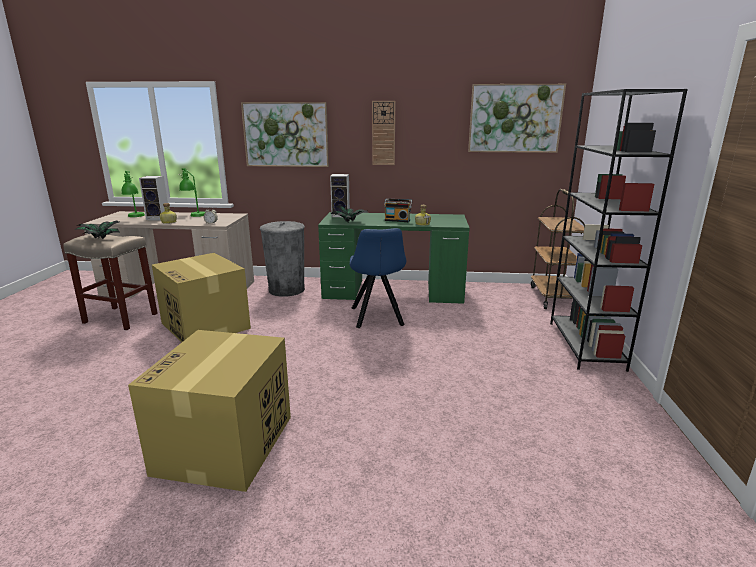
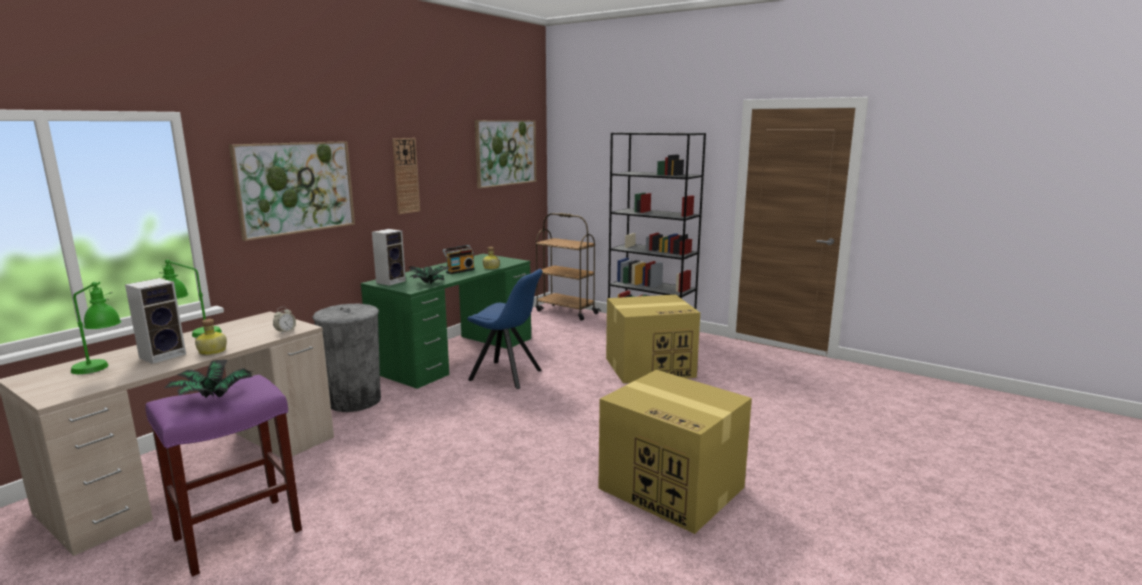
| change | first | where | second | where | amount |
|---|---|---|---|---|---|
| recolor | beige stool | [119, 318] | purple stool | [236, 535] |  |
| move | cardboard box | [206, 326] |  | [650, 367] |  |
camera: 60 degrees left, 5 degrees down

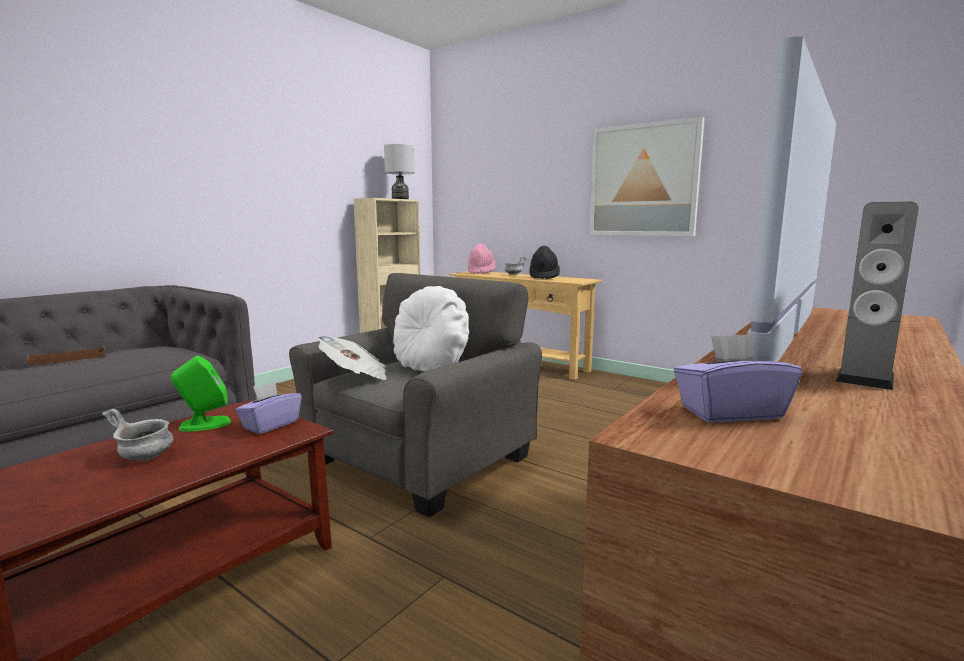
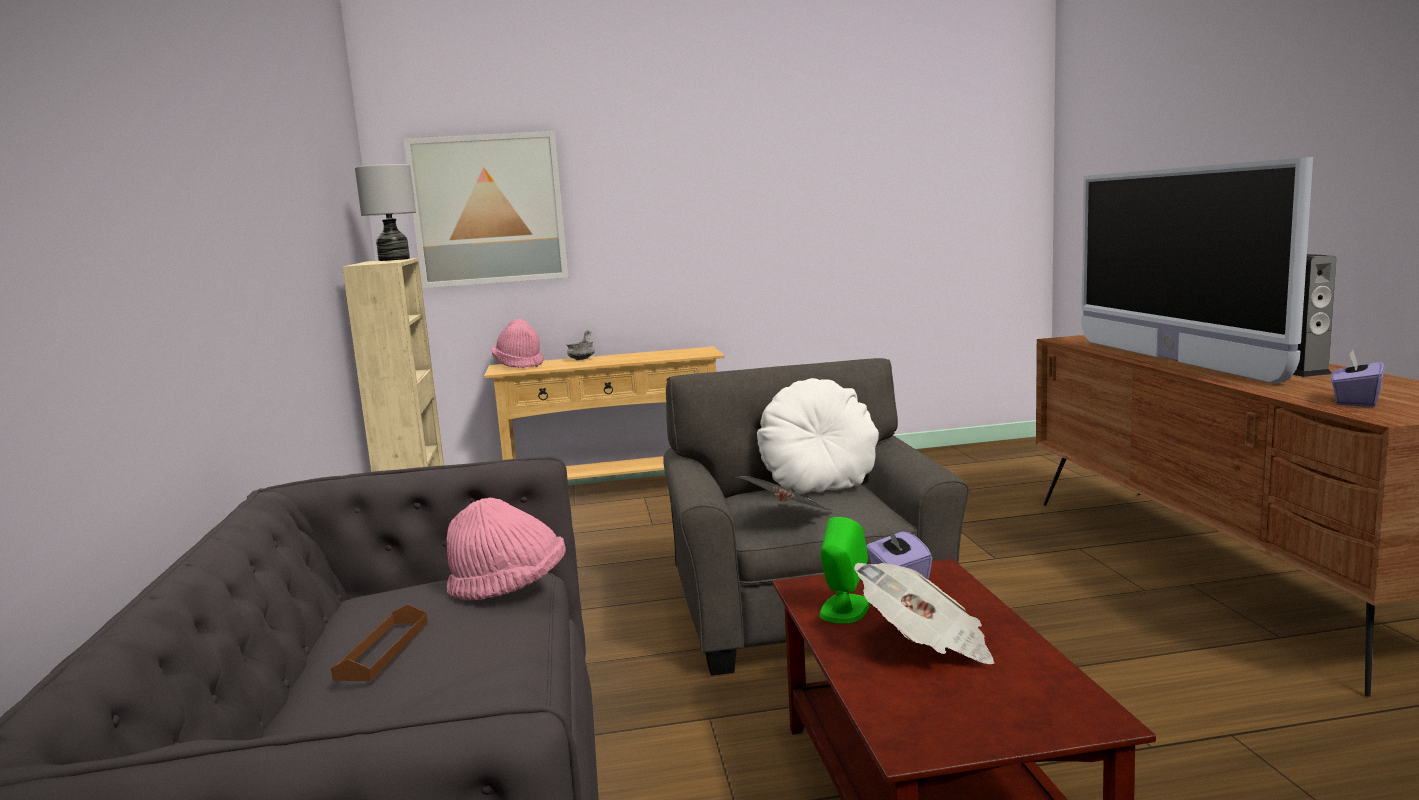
| change | first | where | second | where | amount |
|---|---|---|---|---|---|
| move | picture | [643, 180] |  | [488, 210] |  |
| insert |  |  | pink hat | [510, 589] |  |
| replace | grey bowl | [144, 457] | newspaper | [926, 645] |  |
| delete | black hat | [544, 277] |  |  |  |
camera: 45 degrees left, 0 degrees up

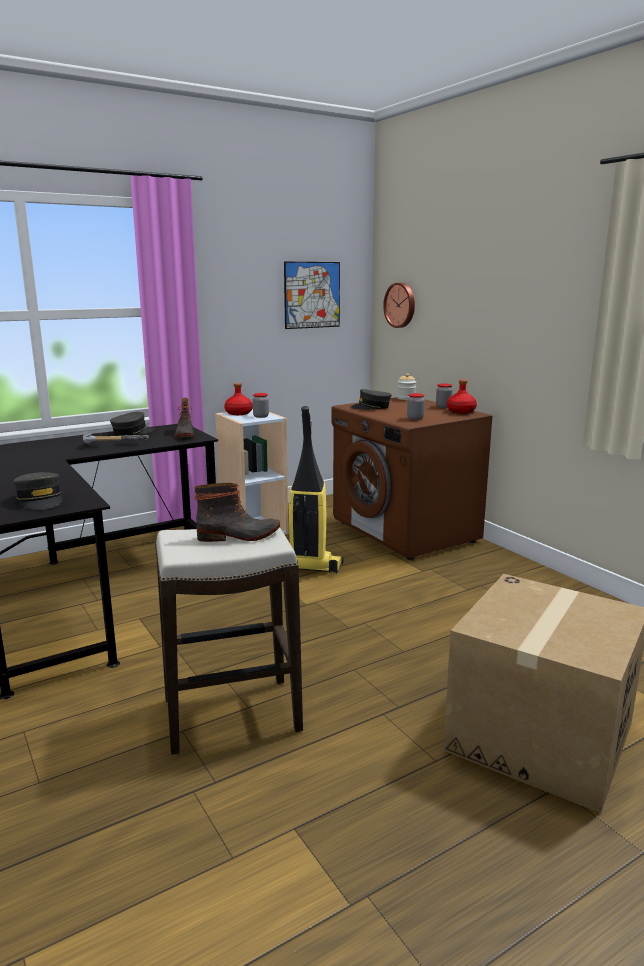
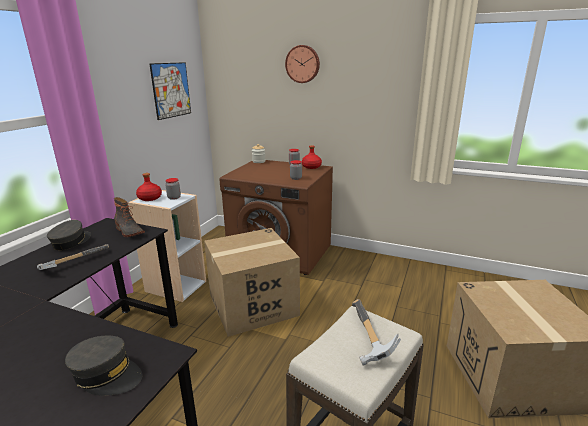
| change | first | where | second | where | amount |
|---|---|---|---|---|---|
| replace | vacuum cleaner | [310, 567] | cardboard box | [253, 305] |  |
| move | wall clock | [400, 305] |  | [303, 64] |  |
| replace | boot | [239, 536] | hammer | [365, 337] |  |
| delete | grey cap | [371, 407] |  |  |  |
camera: 35 degrees left, 5 degrees up

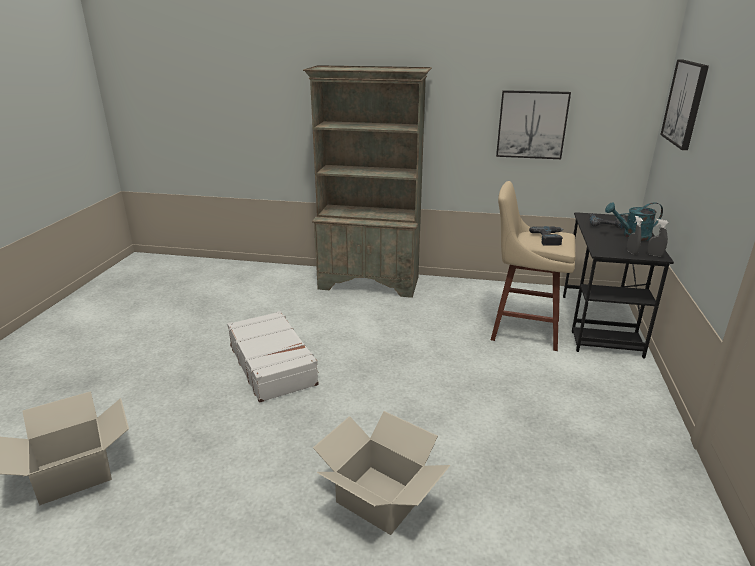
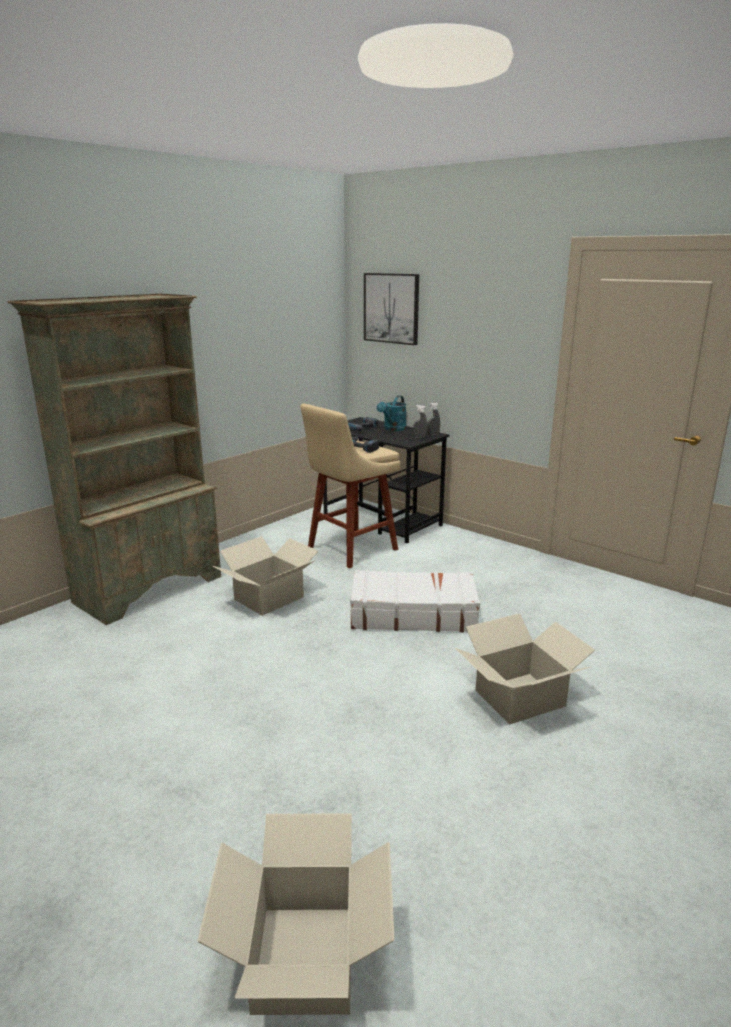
| change | first | where | second | where | amount |
|---|---|---|---|---|---|
| insert |  |  | cardboard box | [269, 598] |  |
| move | white suitcase | [273, 364] |  | [413, 614] |  |
| delete | picture | [532, 124] |  |  |  |
camera: 60 degrees left, 5 degrees down

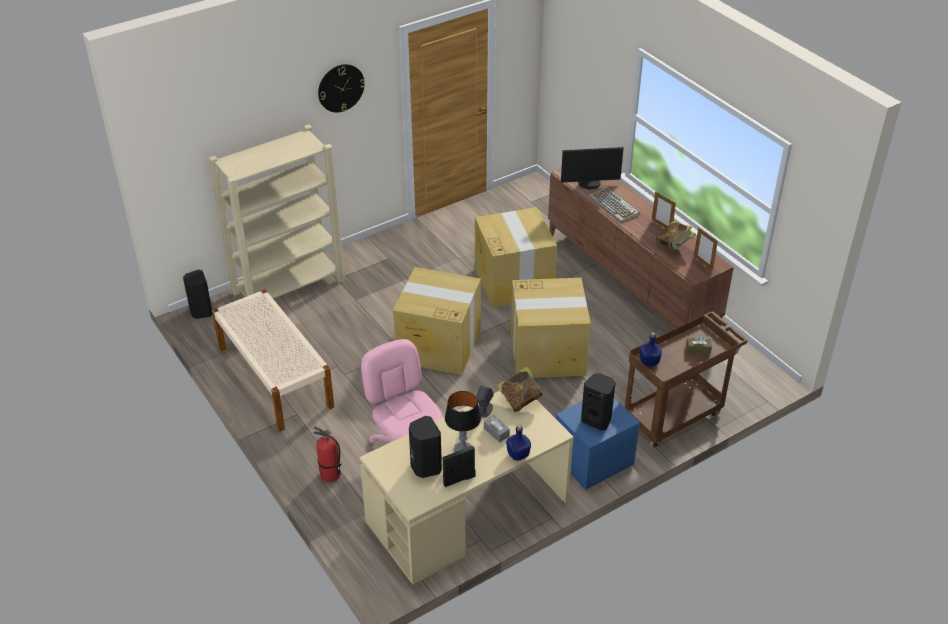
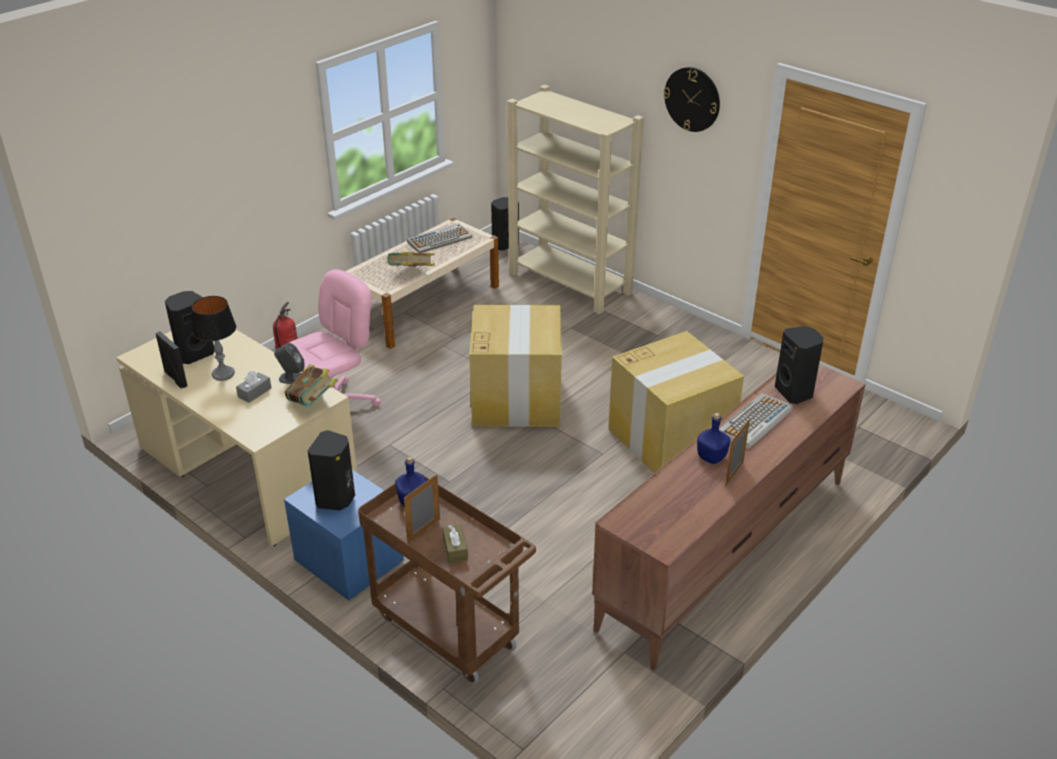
| change | first | where | second | where | amount |
|---|---|---|---|---|---|
| move | book | [674, 246] |  | [411, 273] |  |
| move | picture frame | [703, 263] |  | [424, 531] |  |
| insert |  |  | keyboard | [440, 239] |  |
| move | blue bottle | [517, 455] |  | [711, 457] |  |
| replace | monitor | [589, 184] | black speaker | [795, 392] |  |
| delete | cardboard box | [548, 353] |  |  |  |
camera: 75 degrees right, 5 degrees down

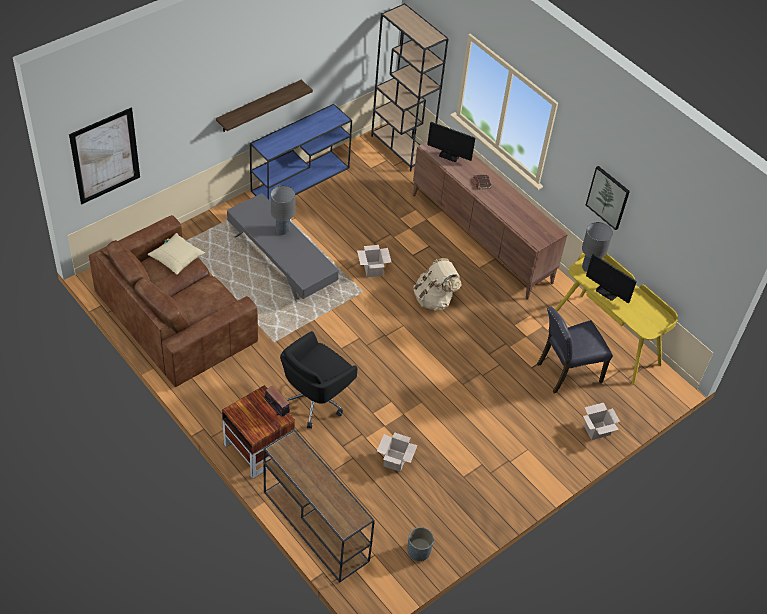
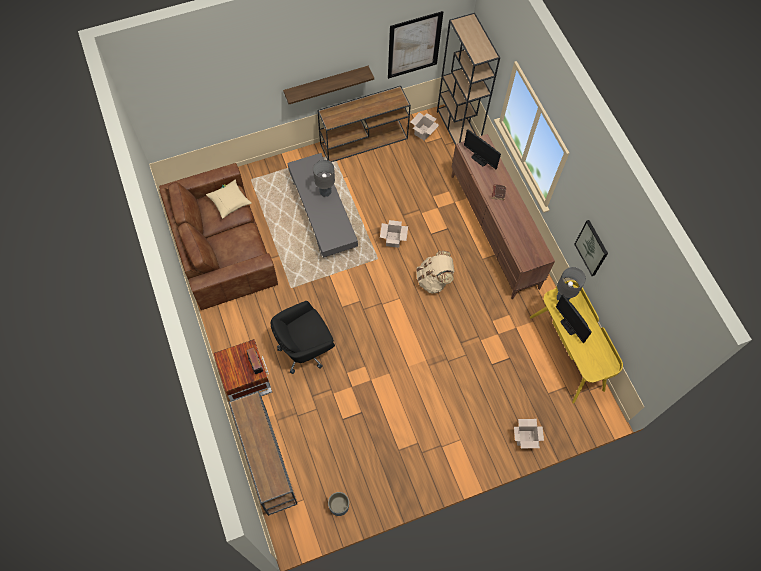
| change | first | where | second | where | amount |
|---|---|---|---|---|---|
| recolor | blue console table | [301, 179] | brown console table | [364, 140] |  |
| move | picture | [105, 156] |  | [414, 45] |  |
| move | cardboard box | [395, 461] |  | [423, 133] |  |
| delete | grey chair | [567, 372] |  |  |  |
camera: 20 degrees right, 15 degrees up

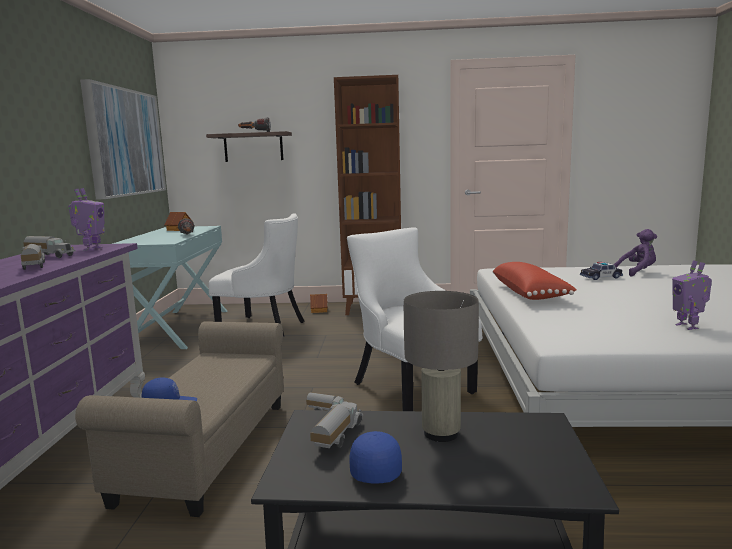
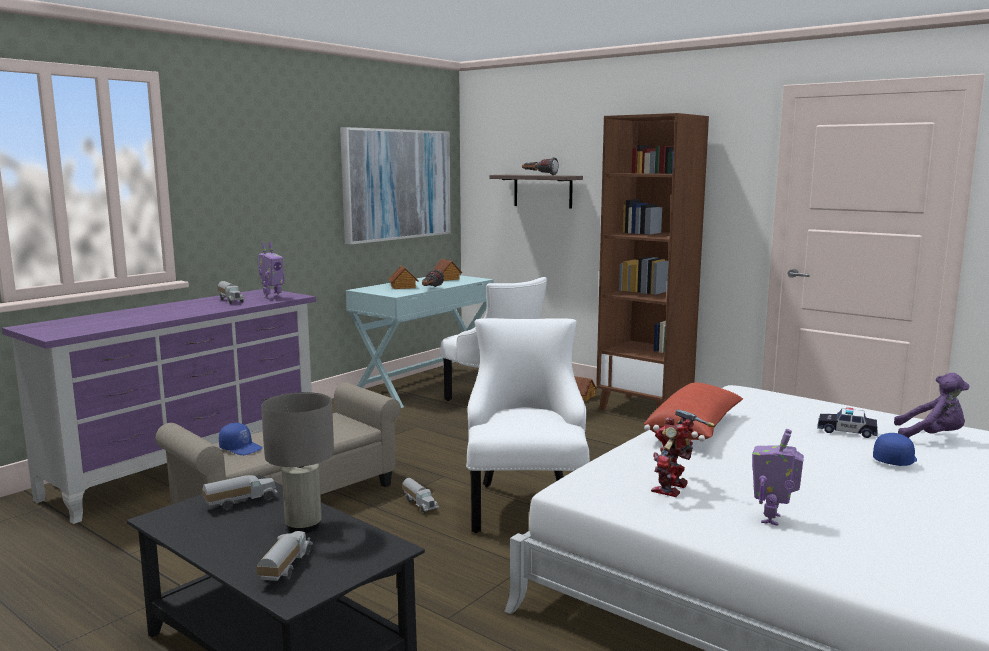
| change | first | where | second | where | amount |
|---|---|---|---|---|---|
| move | toy truck | [33, 266] |  | [284, 568] |  |
| insert |  |  | toy house | [403, 287] |  |
| insert |  |  | toy robot | [673, 489] |  |
| move | blue cap | [376, 467] |  | [894, 460] |  |
camera: 35 degrees right, 0 degrees up

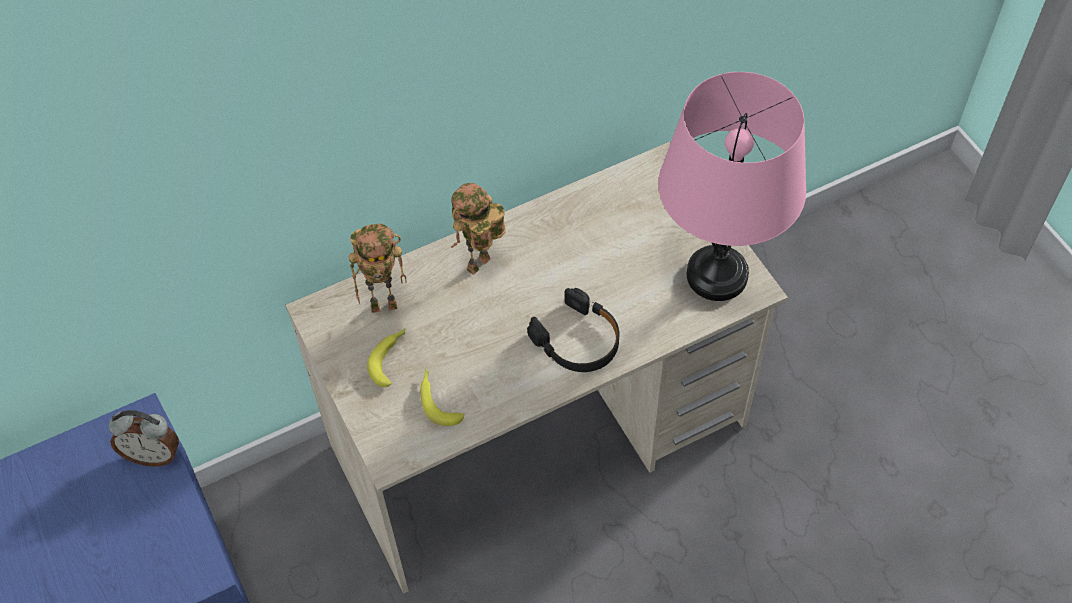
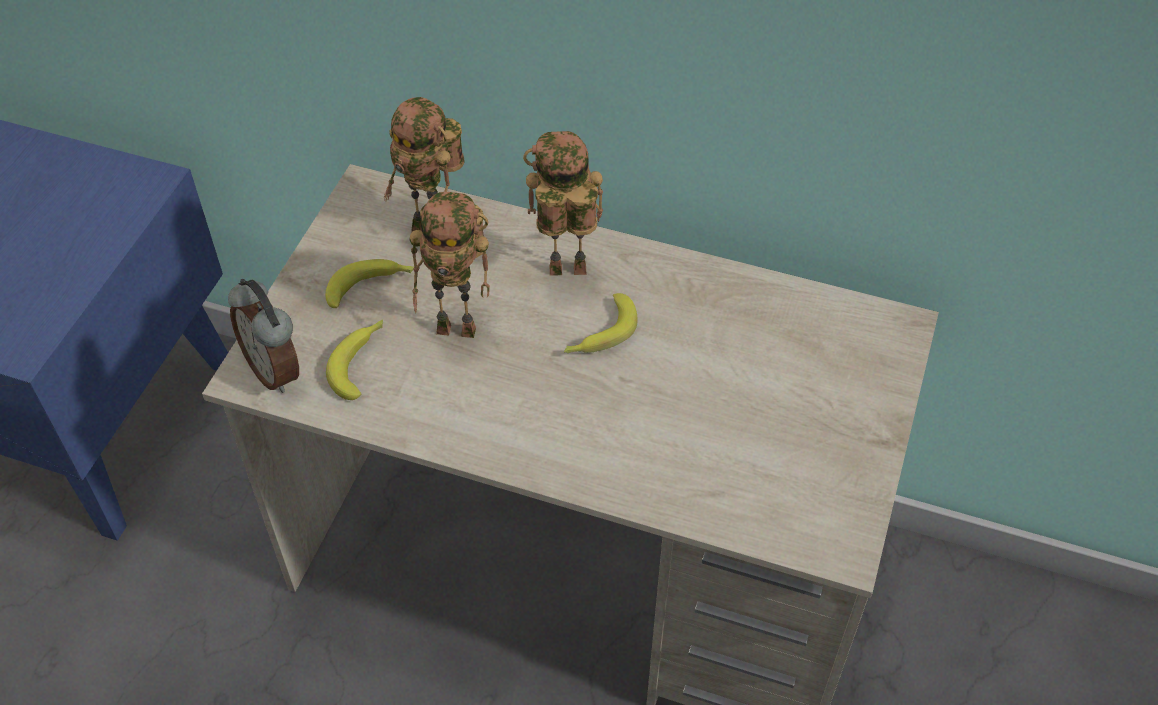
| change | first | where | second | where | amount |
|---|---|---|---|---|---|
| move | alarm clock | [153, 454] |  | [275, 370] |  |
| insert |  |  | toy robot | [460, 327] |  |
| insert |  |  | banana | [599, 334] |  |
| delete | black headphones | [578, 340] |  |  |  |
| delete | pink table lamp | [717, 275] |  |  |  |
camera: 45 degrees right, 5 degrees down

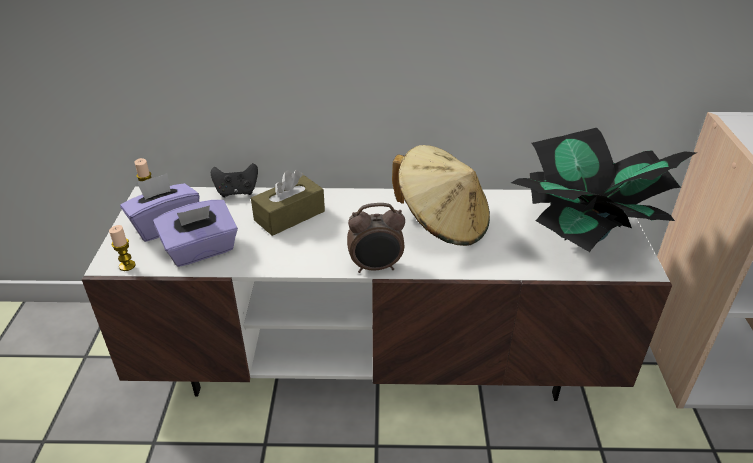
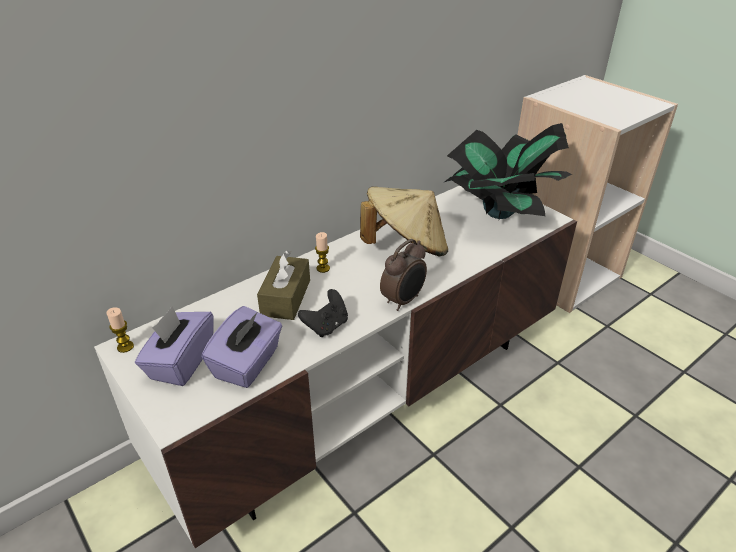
| change | first | where | second | where | amount |
|---|---|---|---|---|---|
| move | black game controller | [237, 192] |  | [326, 326] |  |
| move | candle | [127, 266] |  | [323, 268] |  |
camera: 40 degrees left, 0 degrees up

